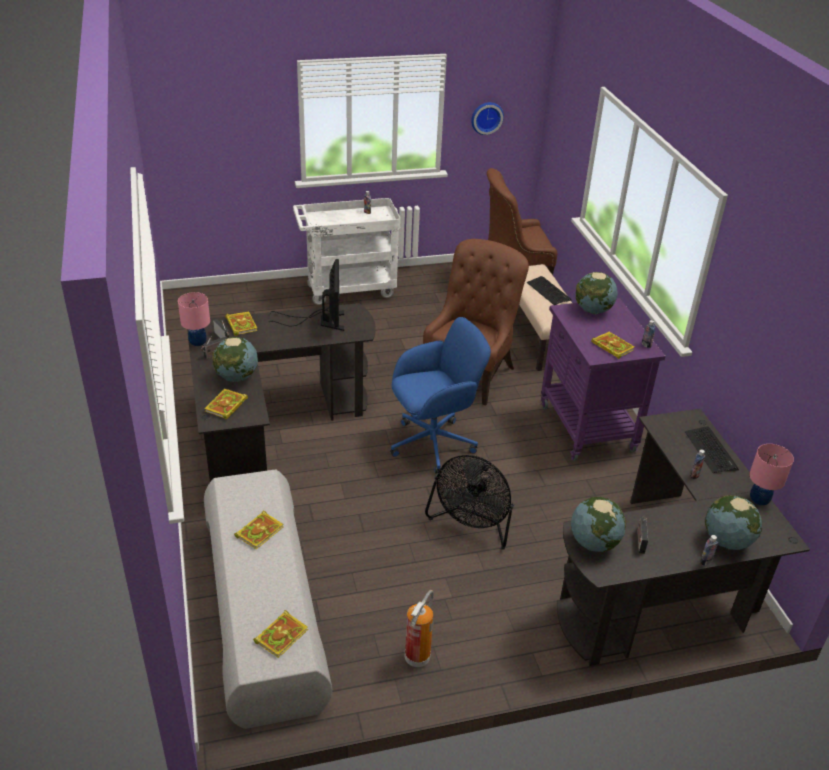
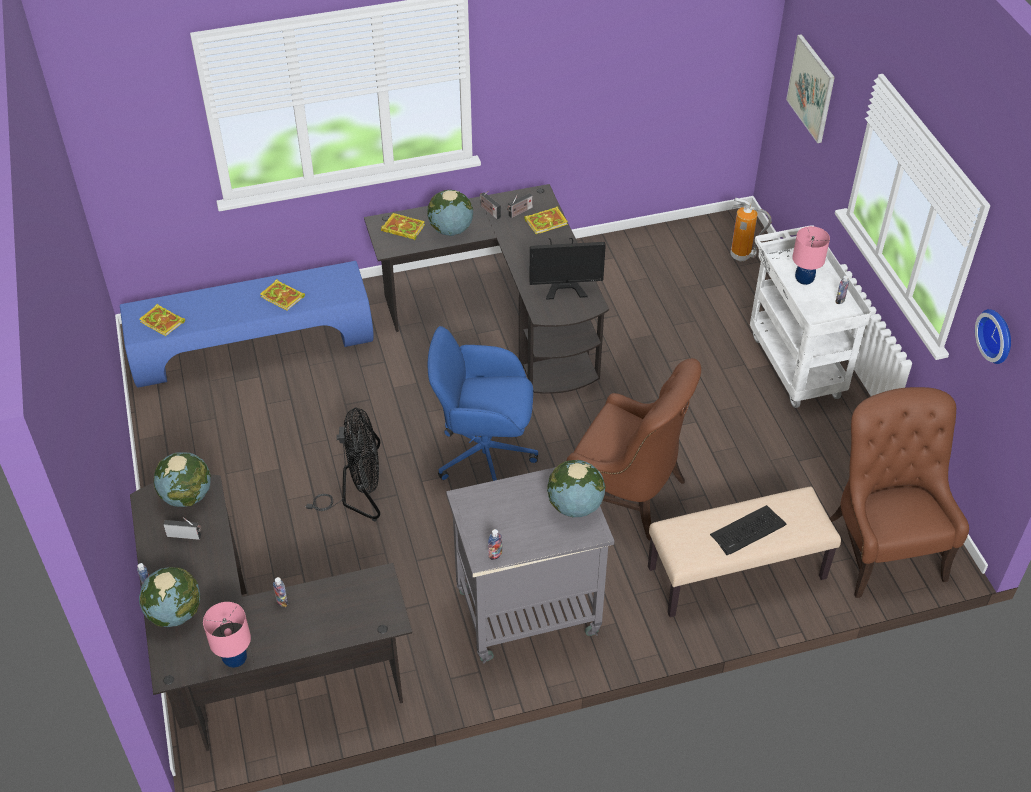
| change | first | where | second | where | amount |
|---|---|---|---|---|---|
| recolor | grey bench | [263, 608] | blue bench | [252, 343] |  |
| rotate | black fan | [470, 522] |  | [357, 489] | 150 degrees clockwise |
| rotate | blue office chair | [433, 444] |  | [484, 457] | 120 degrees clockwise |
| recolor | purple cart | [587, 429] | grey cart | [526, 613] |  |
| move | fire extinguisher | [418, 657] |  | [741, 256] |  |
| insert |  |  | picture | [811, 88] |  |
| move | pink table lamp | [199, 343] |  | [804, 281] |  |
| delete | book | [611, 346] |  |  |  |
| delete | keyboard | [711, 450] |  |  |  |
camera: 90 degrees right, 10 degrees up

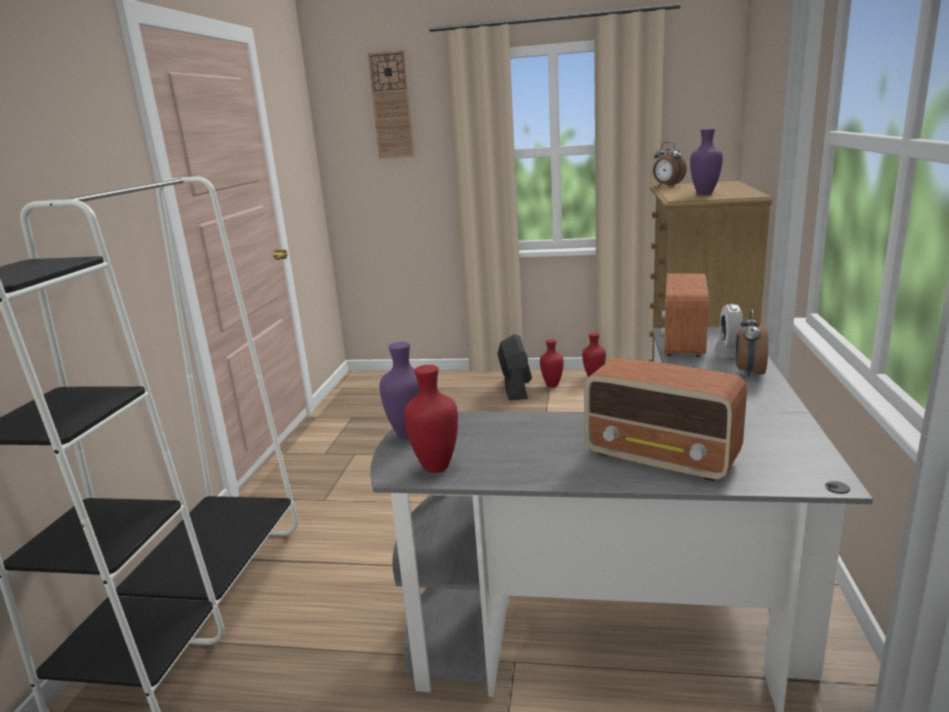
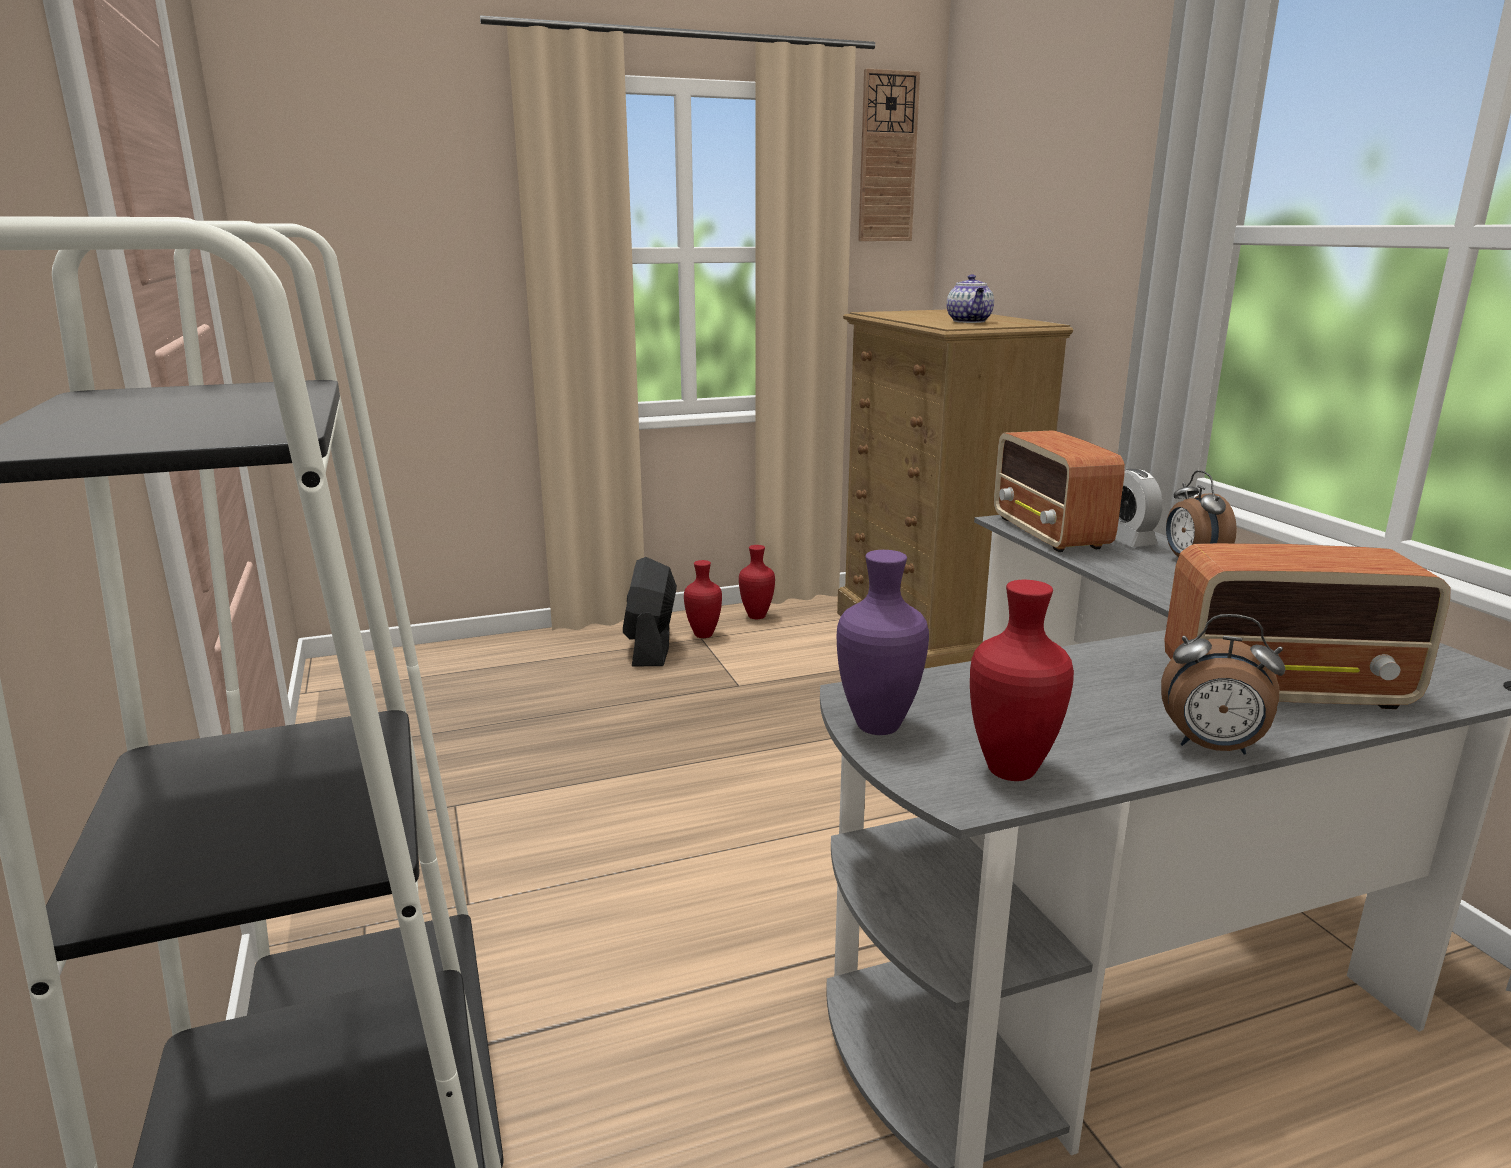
| change | first | where | second | where | amount |
|---|---|---|---|---|---|
| rotate | black fan | [516, 389] |  | [651, 648] | 150 degrees counterclockwise |
| move | wall clock | [392, 105] |  | [887, 158] |  |
| replace | purple vase | [705, 194] | teapot | [969, 321] |  |
| move | alarm clock | [667, 185] |  | [1212, 748] |  |
camera: 30 degrees left, 0 degrees up

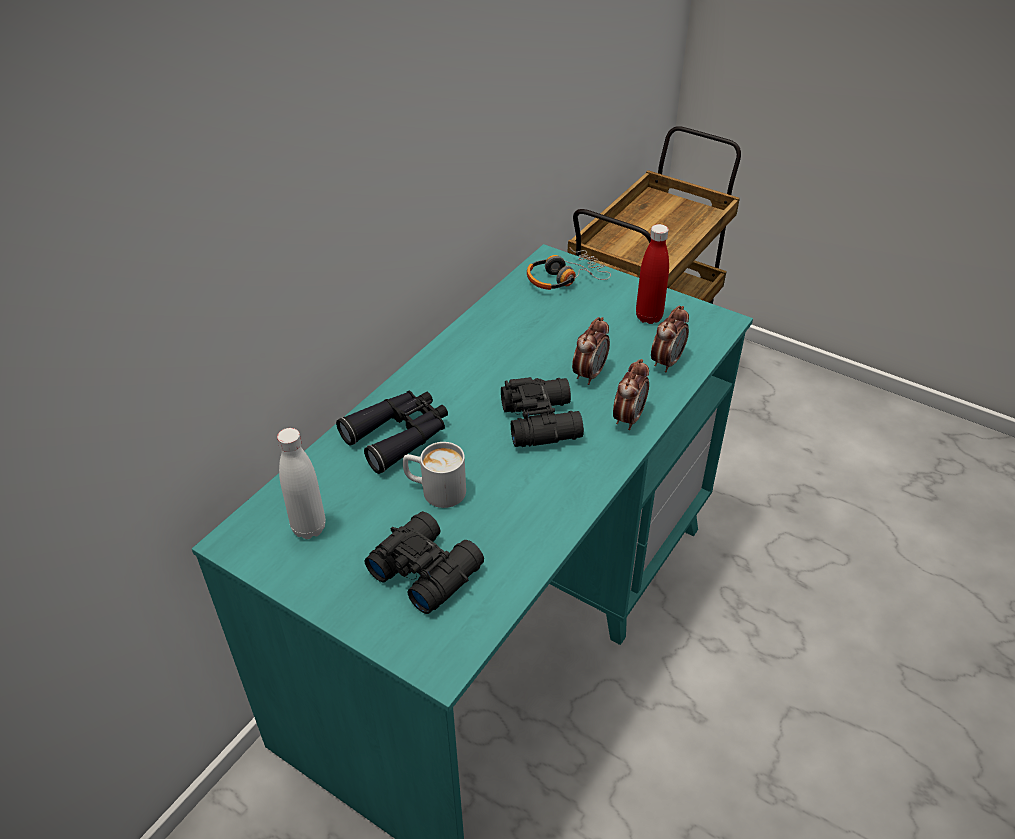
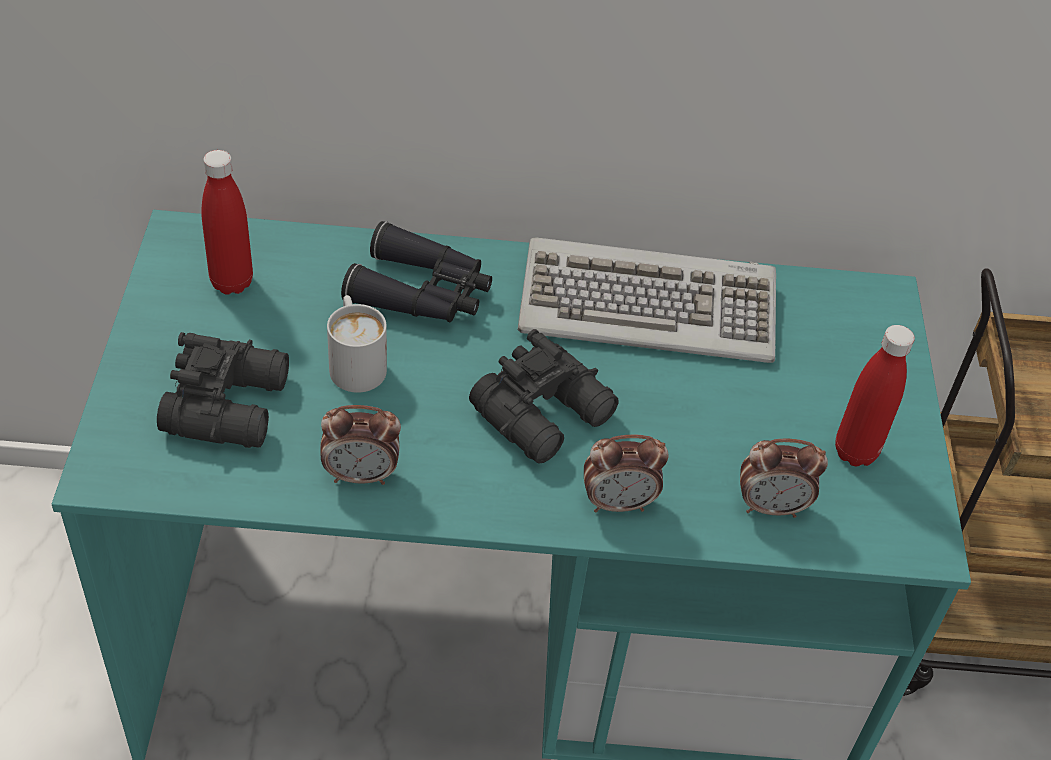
| change | first | where | second | where | amount |
|---|---|---|---|---|---|
| recolor | white bottle | [309, 528] | red bottle | [232, 282] |  |
| move | alarm clock | [589, 374] |  | [361, 475] |  |
| insert |  |  | keyboard | [648, 306] |  |
| delete | headphones | [564, 278] |  |  |  |
camera: 55 degrees right, 5 degrees up

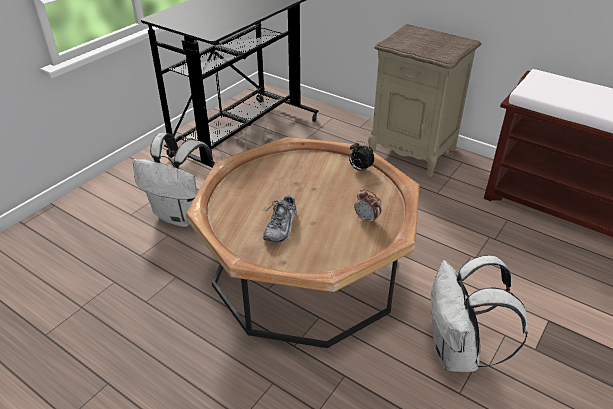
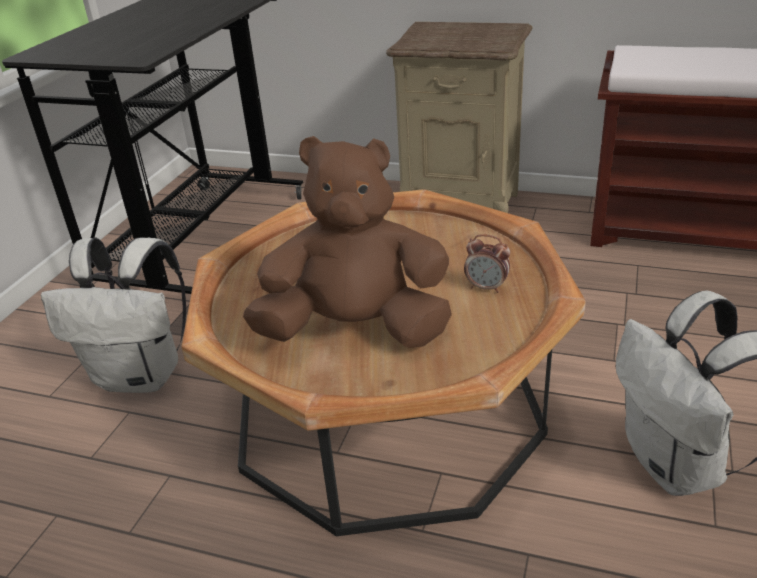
| change | first | where | second | where | amount |
|---|---|---|---|---|---|
| replace | shoe | [281, 227] | brown plush toy | [356, 330] |  |
| delete | alarm clock | [360, 169] |  |  |  |
camera: 15 degrees left, 5 degrees down

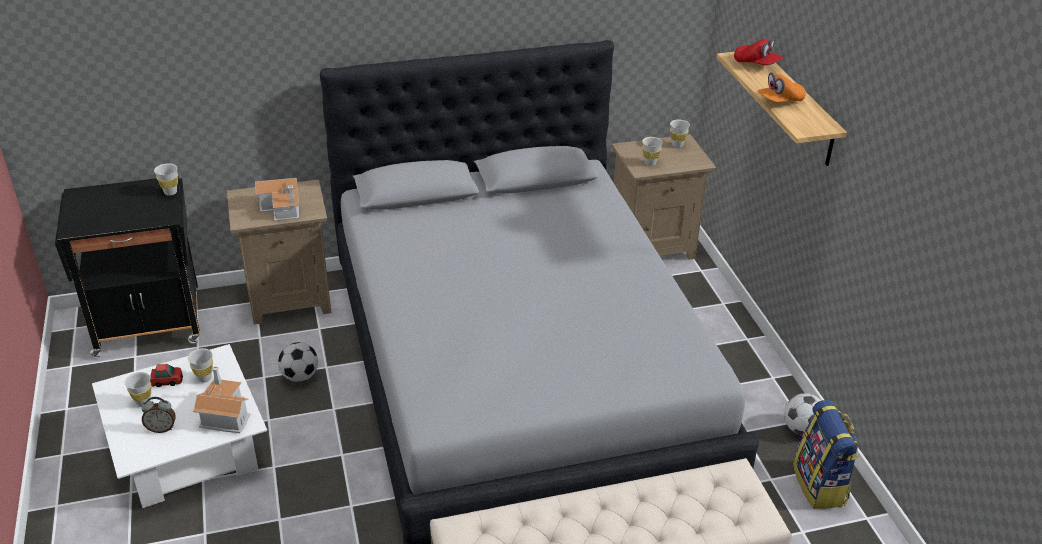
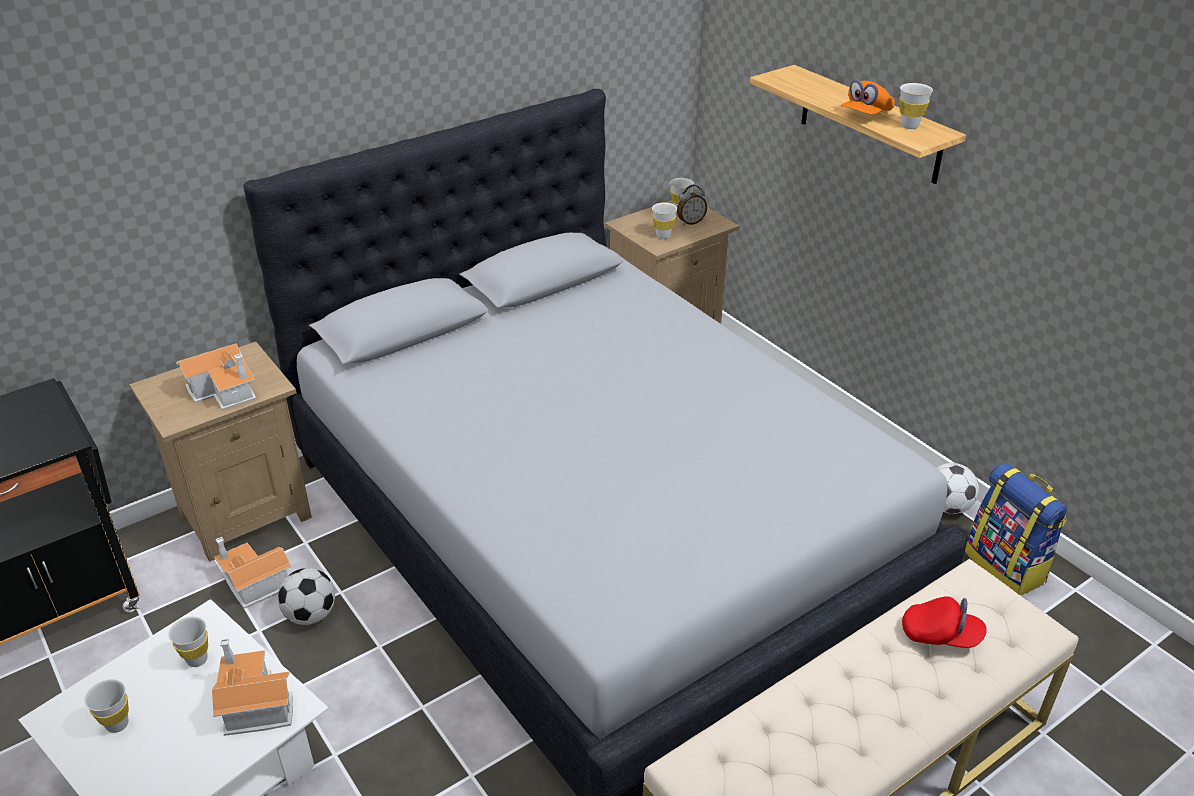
| change | first | where | second | where | amount |
|---|---|---|---|---|---|
| insert |  |  | toy house | [253, 583] |  |
| move | alarm clock | [161, 428] |  | [690, 222] |  |
| move | white cup | [170, 192] |  | [909, 126] |  |
| move | red cap | [756, 64] |  | [940, 635] |  |
| delete | toy car | [167, 381] |  |  |  |
camera: 20 degrees left, 0 degrees up

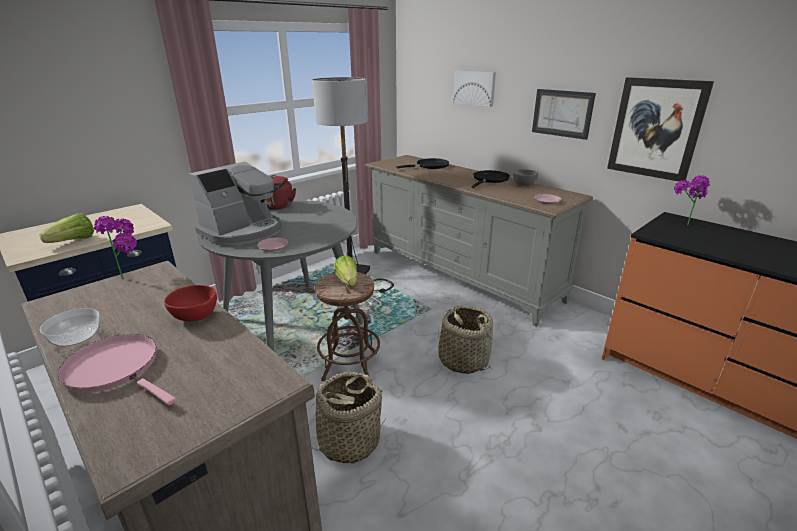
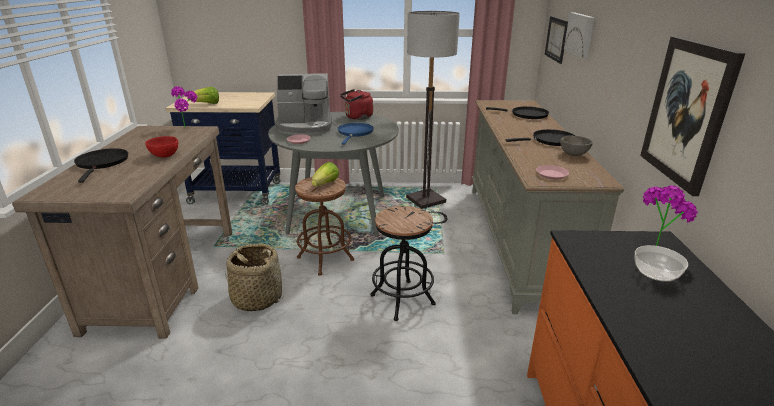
| change | first | where | second | where | amount |
|---|---|---|---|---|---|
| recolor | pink frying pan | [116, 369] | black frying pan | [102, 163] |  |
| insert |  |  | blue frying pan | [355, 133] |  |
| replace | basket | [463, 360] | black stool | [402, 299] |  |
| move | picture | [562, 113] |  | [556, 39] |  |
| move | bowl | [75, 337] |  | [655, 273] |  |
camera: 45 degrees right, 0 degrees up

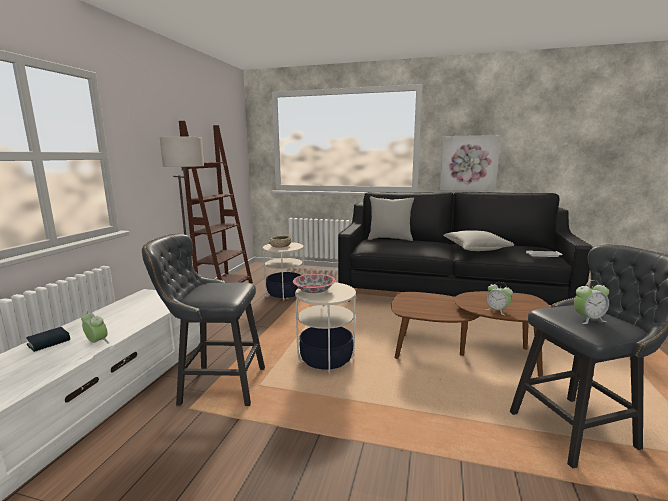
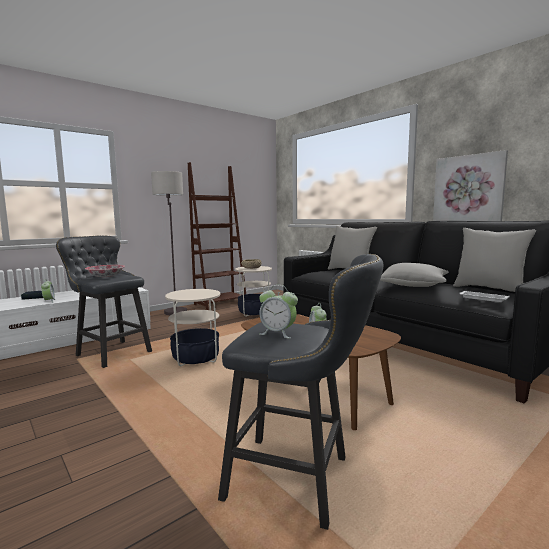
| change | first | where | second | where | amount |
|---|---|---|---|---|---|
| move | bowl | [314, 291] |  | [106, 276] |  |
| insert |  |  | grey pillow | [489, 289] |  |
camera: 35 degrees right, 5 degrees down

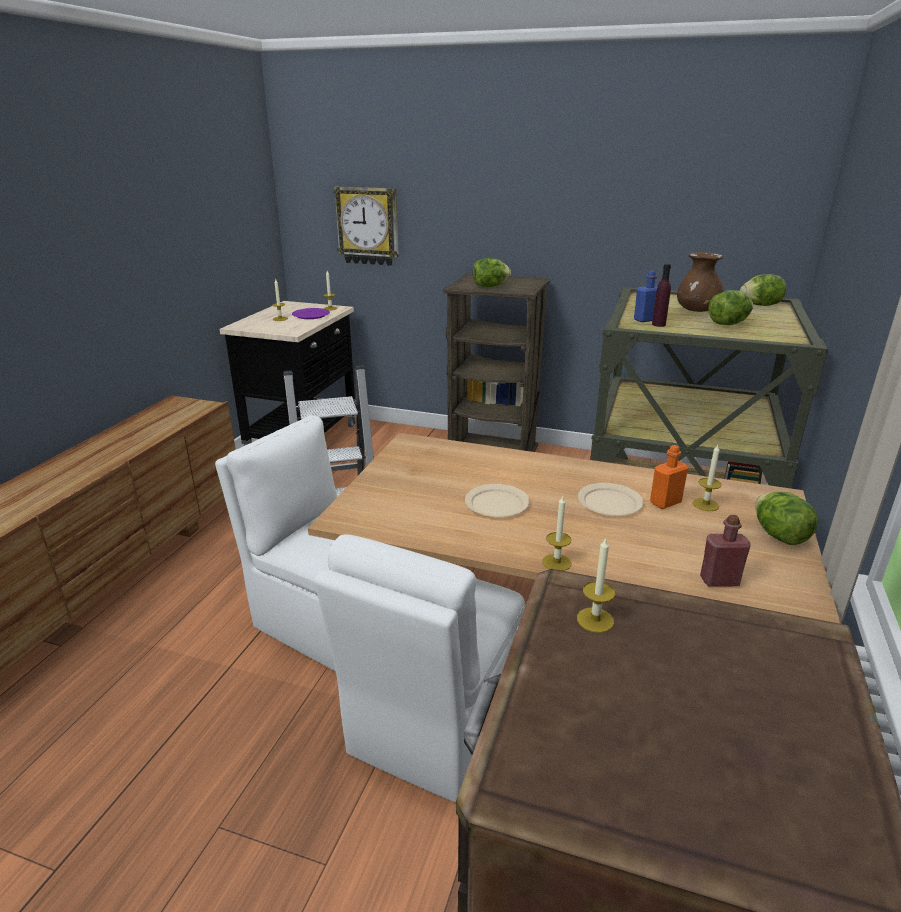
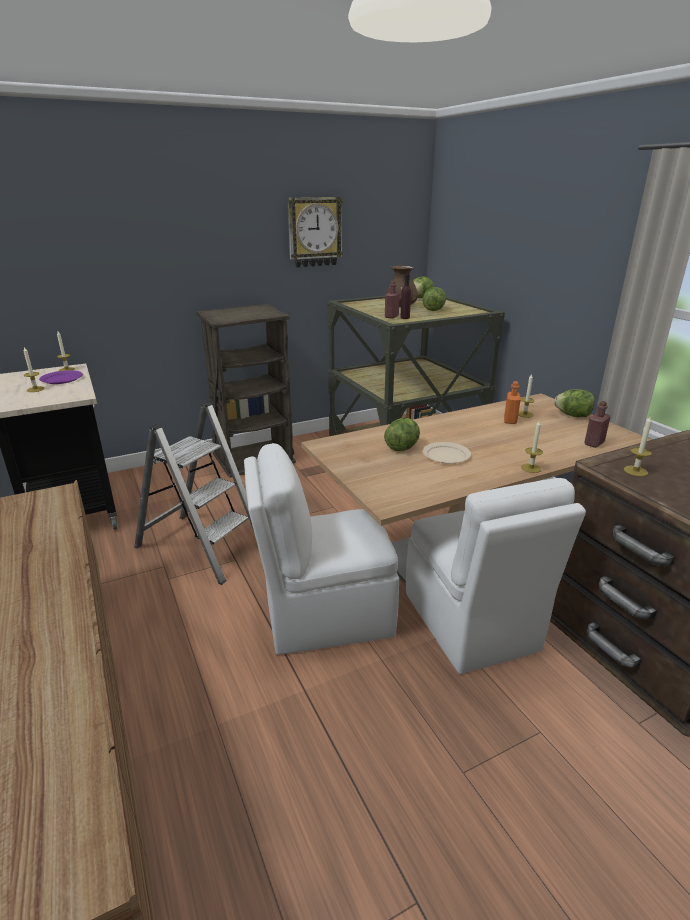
| change | first | where | second | where | amount |
|---|---|---|---|---|---|
| move | wall clock | [368, 226] |  | [314, 232] |  |
| move | lettuce | [490, 286] |  | [402, 447] |  |
| recolor | blue bottle | [645, 320] | red bottle | [391, 316] |  |
| delete | beige plate | [610, 502] |  |  |  |
camera: 45 degrees left, 0 degrees up

